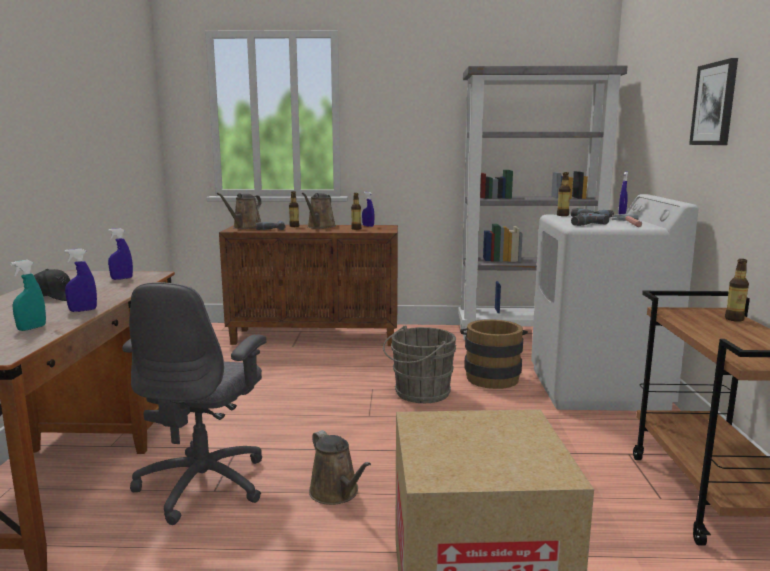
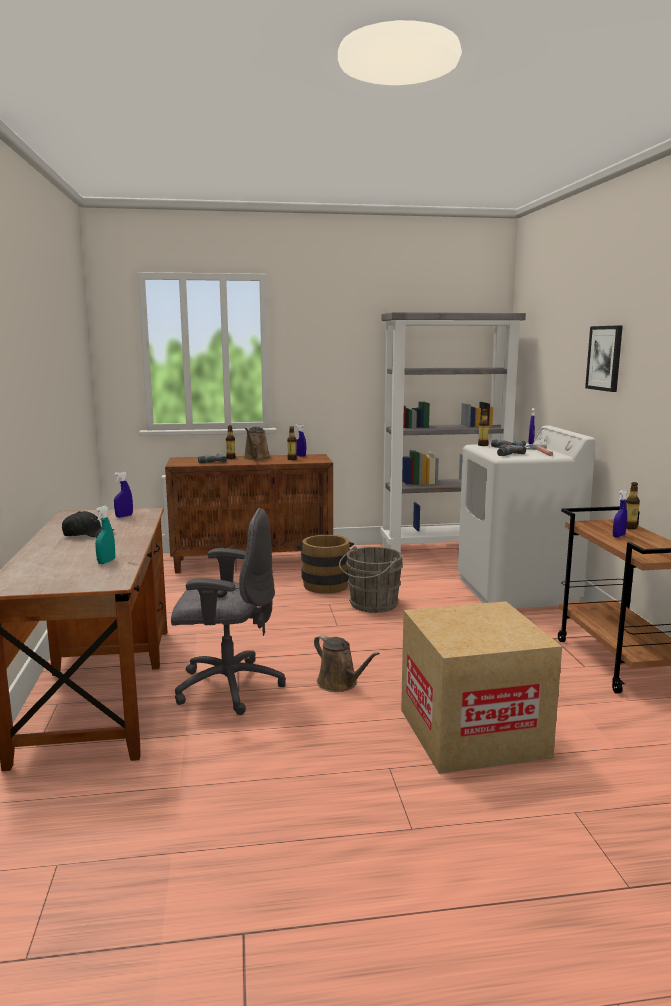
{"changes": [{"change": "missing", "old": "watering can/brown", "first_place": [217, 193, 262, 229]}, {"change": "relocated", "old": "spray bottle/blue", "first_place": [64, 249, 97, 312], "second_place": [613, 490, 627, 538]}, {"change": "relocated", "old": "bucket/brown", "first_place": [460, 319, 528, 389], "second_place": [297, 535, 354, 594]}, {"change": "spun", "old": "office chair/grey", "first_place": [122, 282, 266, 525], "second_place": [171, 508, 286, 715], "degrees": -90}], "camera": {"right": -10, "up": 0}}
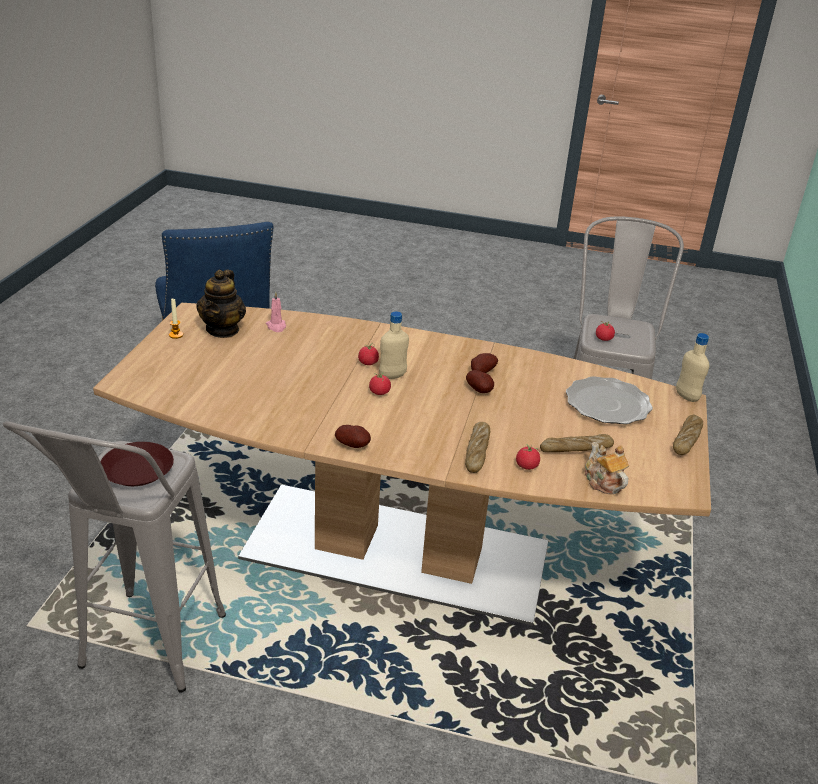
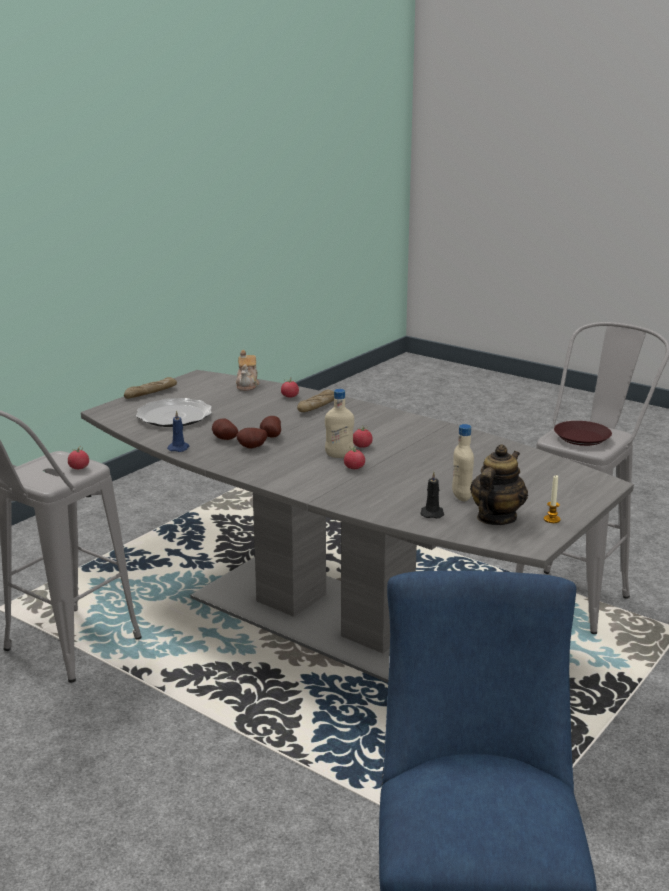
{"changes": [{"change": "missing", "old": "bread", "first_place": [540, 434, 614, 452]}, {"change": "appeared", "new": "candle/blue", "second_place": [167, 410, 189, 452]}, {"change": "relocated", "old": "potato", "first_place": [335, 425, 371, 448], "second_place": [212, 418, 238, 440]}, {"change": "relocated", "old": "bottle/beige", "first_place": [676, 333, 709, 402], "second_place": [452, 424, 474, 502]}, {"change": "colour", "old": "dining table/brown", "new": "dining table/grey", "first_place": [93, 303, 711, 625], "second_place": [81, 370, 634, 683]}, {"change": "colour", "old": "candle/pink", "new": "candle/black", "first_place": [266, 292, 286, 332], "second_place": [420, 472, 444, 518]}], "camera": {"right": -155, "up": -10}}
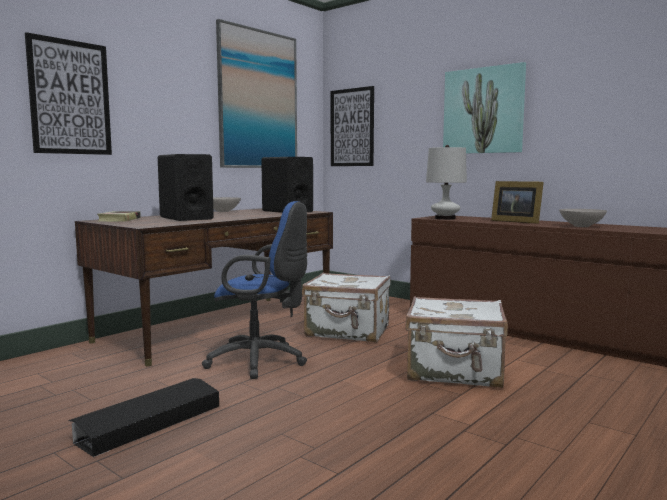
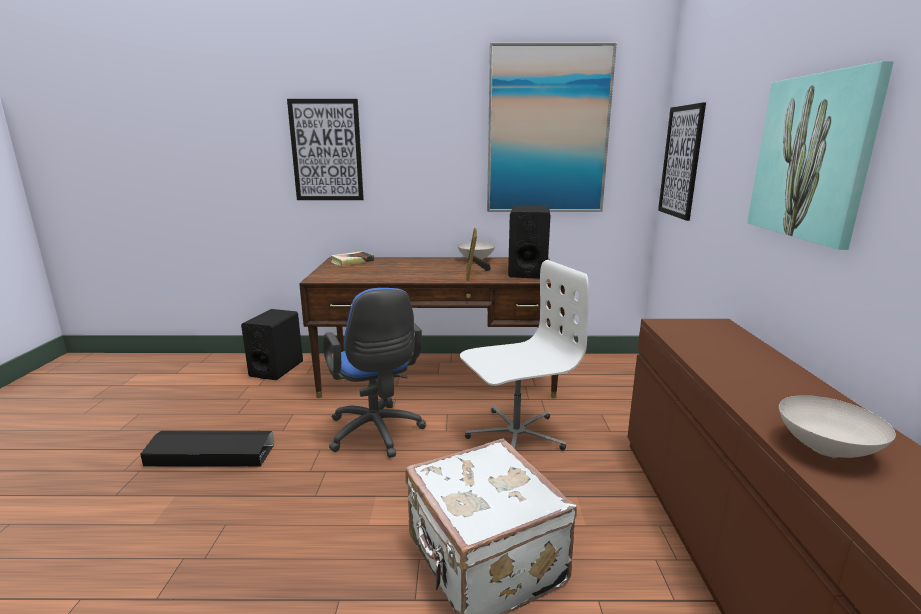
{"changes": [{"change": "missing", "old": "table lamp/white", "first_place": [426, 145, 467, 220]}, {"change": "relocated", "old": "speaker/black", "first_place": [158, 154, 214, 221], "second_place": [241, 309, 303, 380]}, {"change": "relocated", "old": "picture frame", "first_place": [491, 181, 544, 224], "second_place": [466, 228, 491, 281]}, {"change": "exchanged", "old": "suitcase/white", "new": "office chair/white", "first_place": [302, 272, 390, 342], "second_place": [460, 260, 589, 451]}], "camera": {"right": 50, "up": 10}}
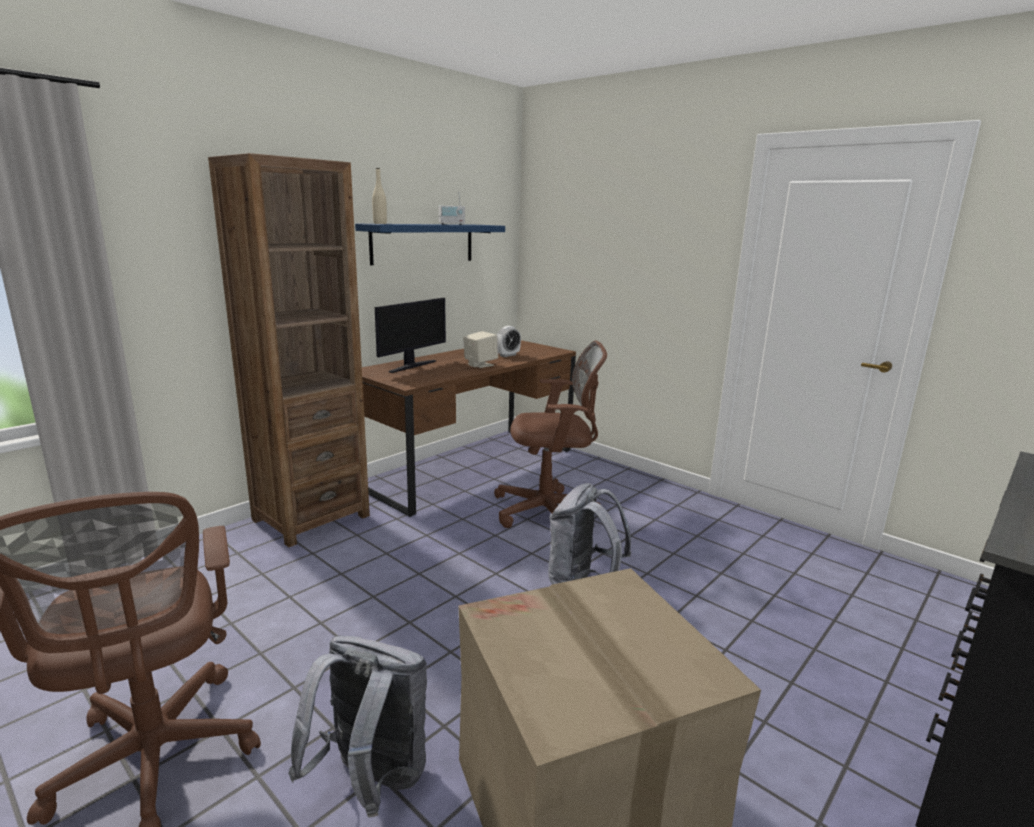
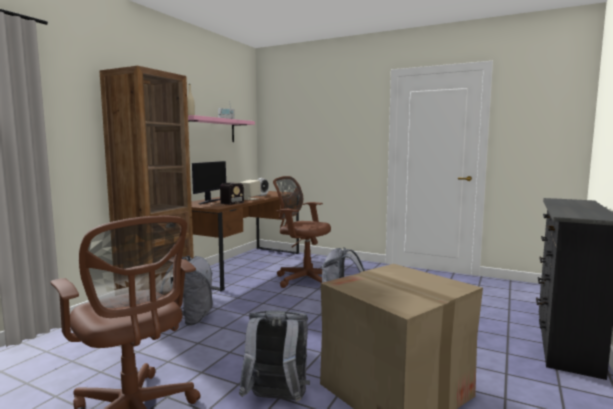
{"changes": [{"change": "appeared", "new": "backpack/grey", "second_place": [165, 256, 213, 326]}, {"change": "appeared", "new": "radio", "second_place": [212, 182, 244, 206]}, {"change": "colour", "old": "shelf/blue", "new": "shelf/pink", "first_place": [355, 224, 505, 265], "second_place": [188, 115, 255, 142]}, {"change": "spun", "old": "office chair/brown", "first_place": [494, 340, 607, 528], "second_place": [273, 176, 331, 288], "degrees": -135}], "camera": {"right": -15, "up": -10}}
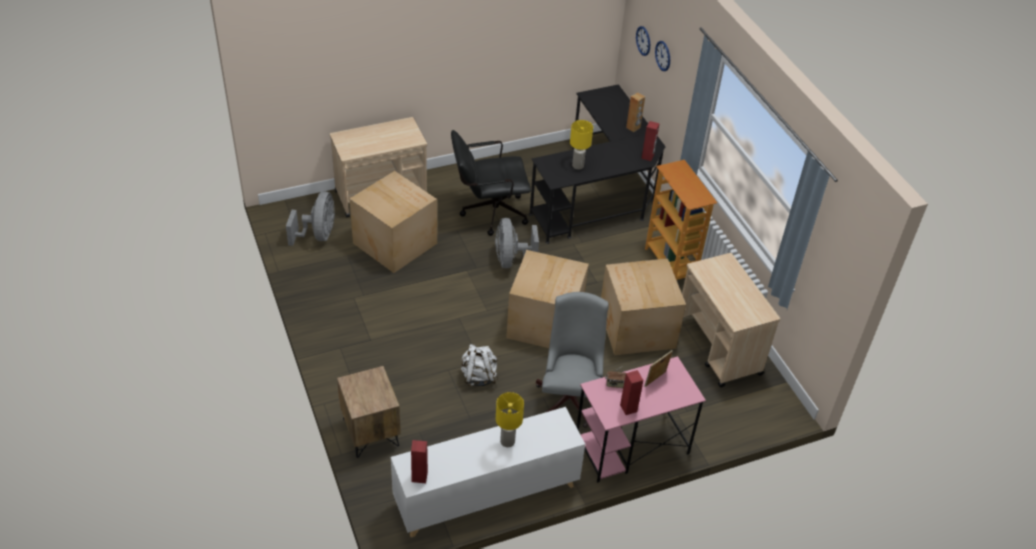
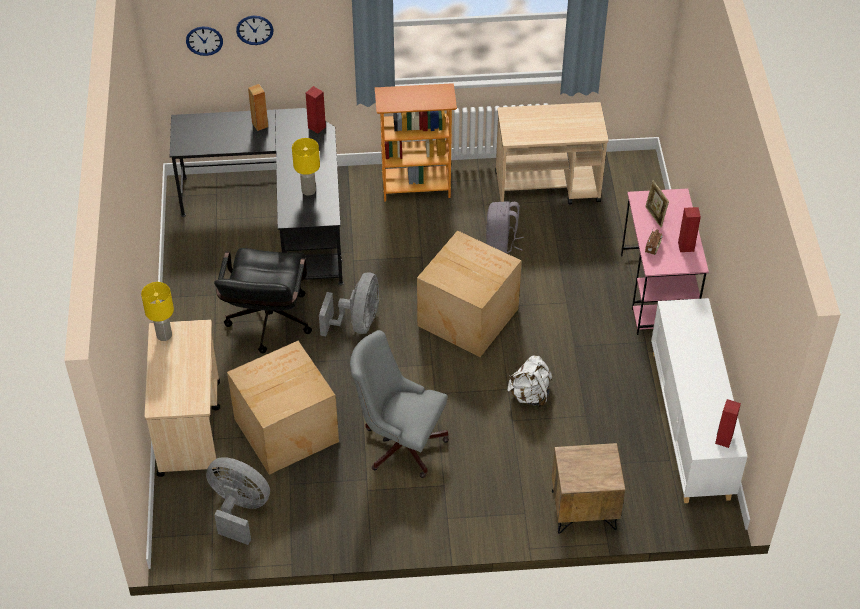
{"changes": [{"change": "relocated", "old": "table lamp/yellow", "first_place": [496, 392, 524, 447], "second_place": [141, 282, 174, 341]}, {"change": "relocated", "old": "office chair/grey", "first_place": [536, 292, 609, 428], "second_place": [350, 330, 449, 478]}, {"change": "exchanged", "old": "cardboard box", "new": "backpack/grey", "first_place": [601, 258, 686, 355], "second_place": [486, 201, 524, 254]}, {"change": "spun", "old": "fan/grey", "first_place": [495, 218, 539, 268], "second_place": [319, 272, 379, 336], "degrees": -90}], "camera": {"right": -70, "up": 5}}
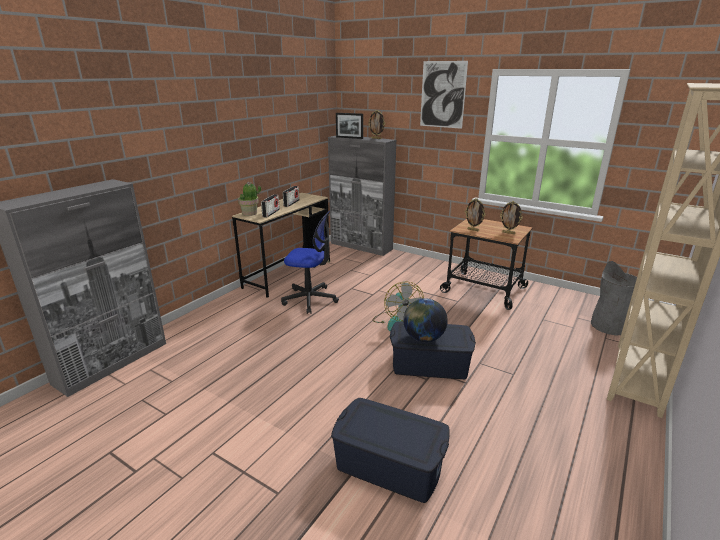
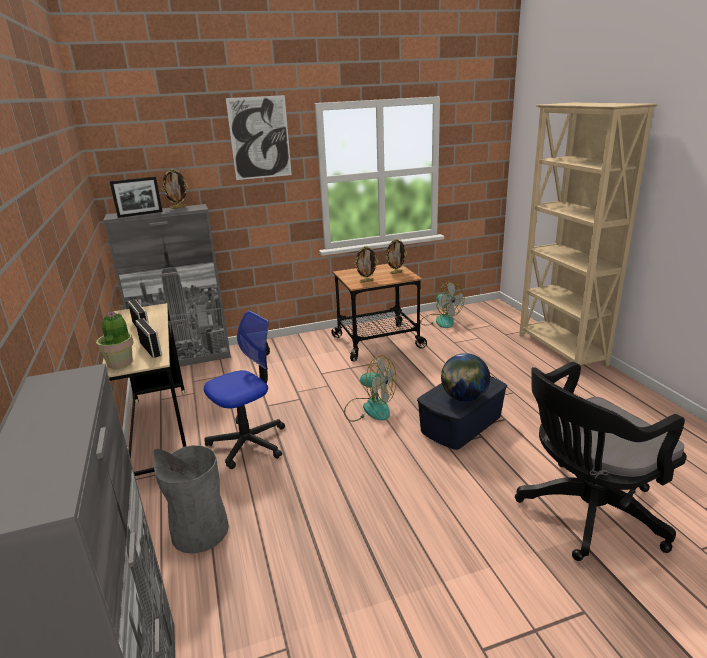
{"changes": [{"change": "appeared", "new": "fan", "second_place": [420, 281, 465, 328]}, {"change": "relocated", "old": "trash can/grey", "first_place": [591, 261, 637, 335], "second_place": [154, 445, 229, 554]}, {"change": "exchanged", "old": "storage box/blue", "new": "office chair/black", "first_place": [331, 398, 450, 503], "second_place": [515, 362, 686, 561]}], "camera": {"right": -50, "up": 0}}
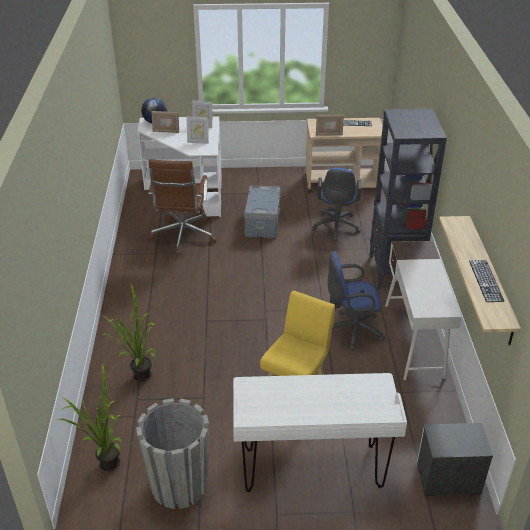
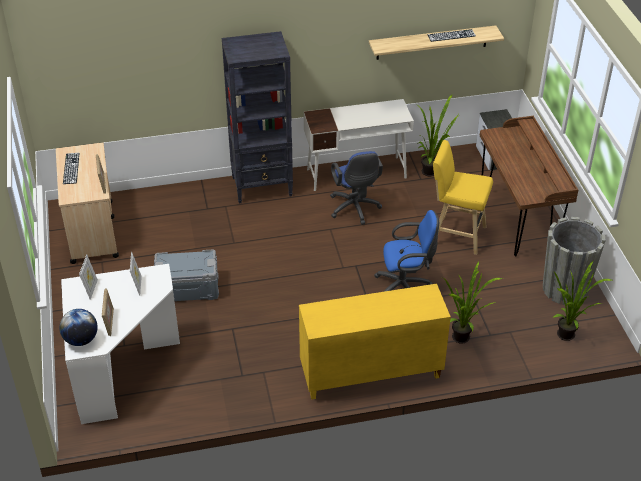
{"changes": [{"change": "missing", "old": "office chair/brown", "first_place": [148, 159, 216, 255]}, {"change": "appeared", "new": "cabinet/yellow", "second_place": [299, 284, 451, 400]}, {"change": "appeared", "new": "potted plant", "second_place": [417, 94, 460, 176]}, {"change": "relocated", "old": "office chair/blue", "first_place": [312, 168, 361, 241], "second_place": [374, 210, 439, 292]}, {"change": "colour", "old": "desk/white", "new": "desk/brown", "first_place": [233, 373, 407, 492], "second_place": [480, 116, 578, 257]}], "camera": {"right": -100, "up": 5}}
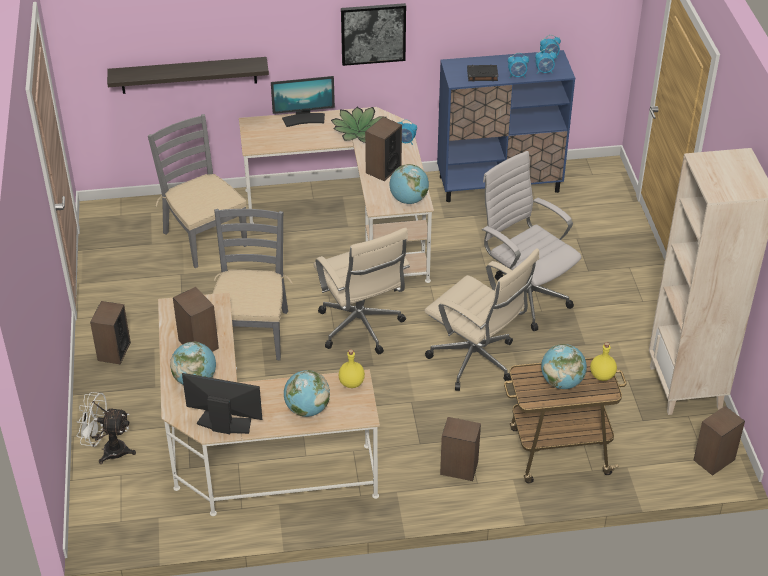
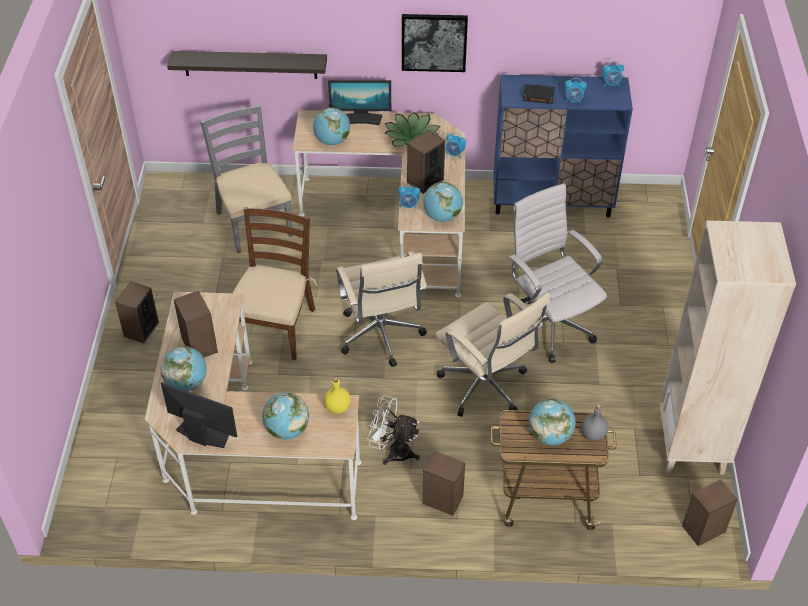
{"changes": [{"change": "appeared", "new": "globe", "second_place": [313, 108, 350, 145]}, {"change": "relocated", "old": "fan/white", "first_place": [76, 392, 136, 464], "second_place": [367, 395, 420, 465]}, {"change": "relocated", "old": "alarm clock", "first_place": [535, 49, 557, 74], "second_place": [398, 184, 420, 209]}, {"change": "colour", "old": "chair/grey", "new": "chair/brown", "first_place": [213, 209, 292, 360], "second_place": [233, 207, 318, 360]}, {"change": "colour", "old": "bottle/yellow", "new": "bottle/grey", "first_place": [590, 342, 617, 381], "second_place": [581, 404, 608, 441]}], "camera": {"right": 10, "up": 5}}
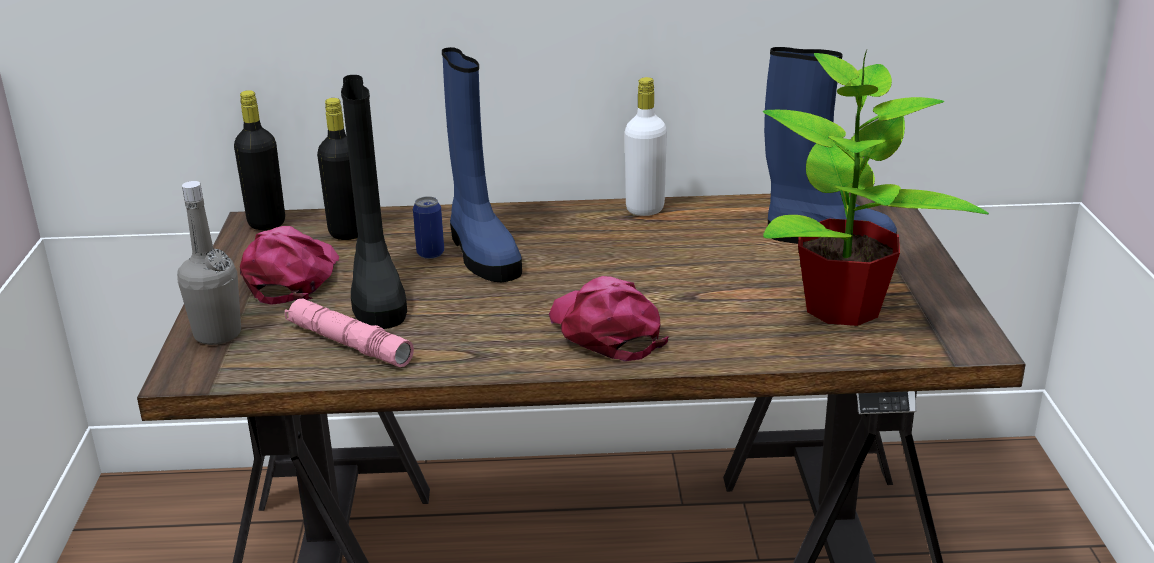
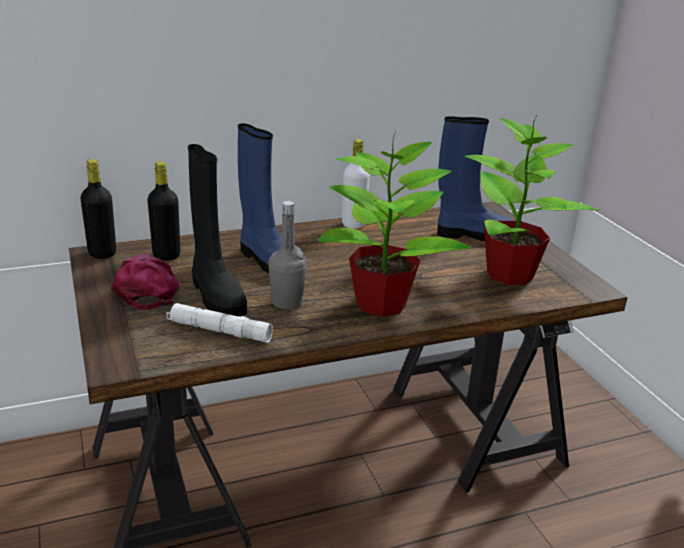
{"changes": [{"change": "missing", "old": "can", "first_place": [413, 196, 444, 259]}, {"change": "relocated", "old": "bottle/grey", "first_place": [177, 181, 241, 345], "second_place": [268, 201, 307, 310]}, {"change": "exchanged", "old": "cap/pink", "new": "potted plant", "first_place": [549, 276, 669, 361], "second_place": [318, 131, 470, 317]}, {"change": "colour", "old": "flashlight/pink", "new": "flashlight/white", "first_place": [285, 298, 414, 367], "second_place": [166, 303, 273, 343]}], "camera": {"right": -20, "up": 0}}
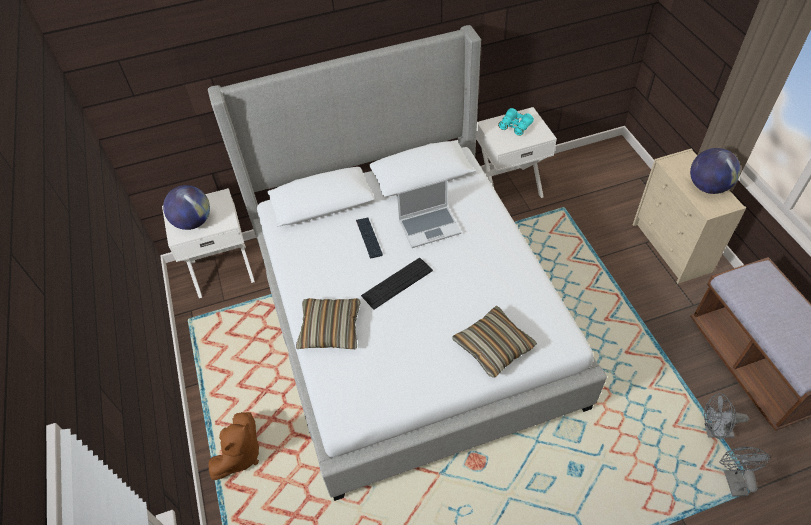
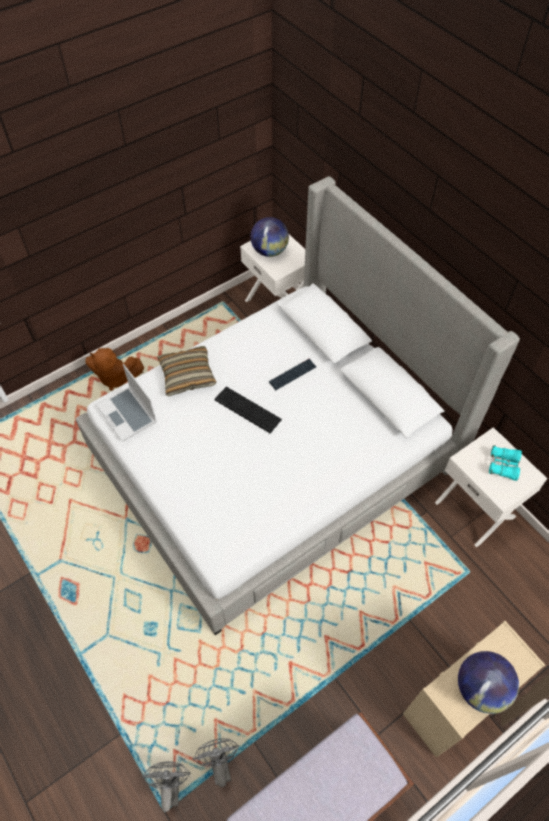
{"changes": [{"change": "missing", "old": "pillow", "first_place": [452, 306, 537, 378]}, {"change": "relocated", "old": "laptop", "first_place": [397, 179, 461, 248], "second_place": [97, 364, 157, 442]}, {"change": "spun", "old": "fan/grey", "first_place": [719, 447, 771, 497], "second_place": [142, 762, 191, 812], "degrees": -75}], "camera": {"right": 70, "up": 5}}
